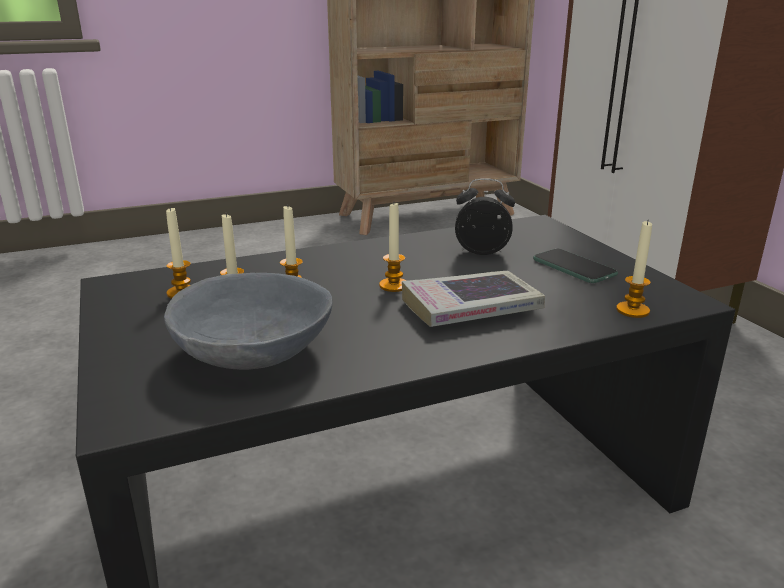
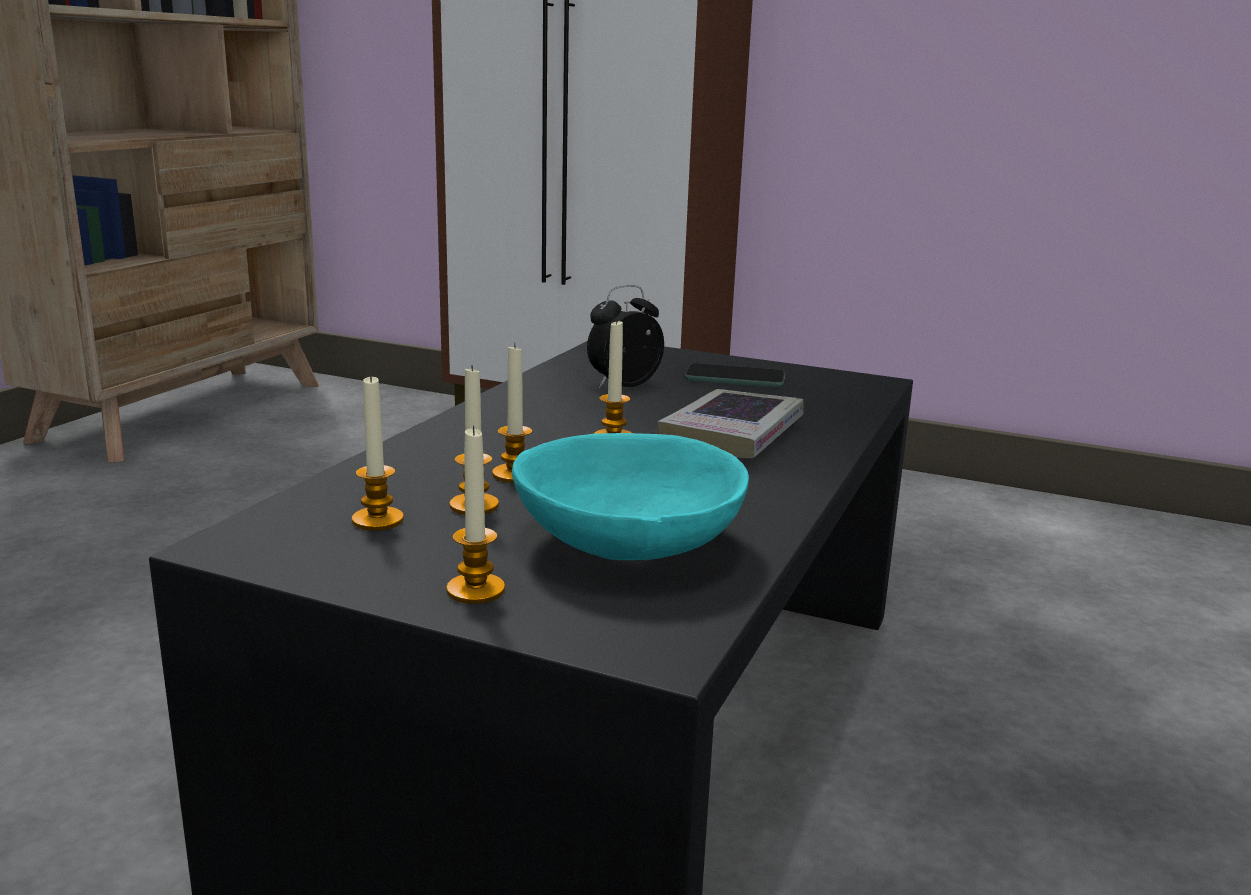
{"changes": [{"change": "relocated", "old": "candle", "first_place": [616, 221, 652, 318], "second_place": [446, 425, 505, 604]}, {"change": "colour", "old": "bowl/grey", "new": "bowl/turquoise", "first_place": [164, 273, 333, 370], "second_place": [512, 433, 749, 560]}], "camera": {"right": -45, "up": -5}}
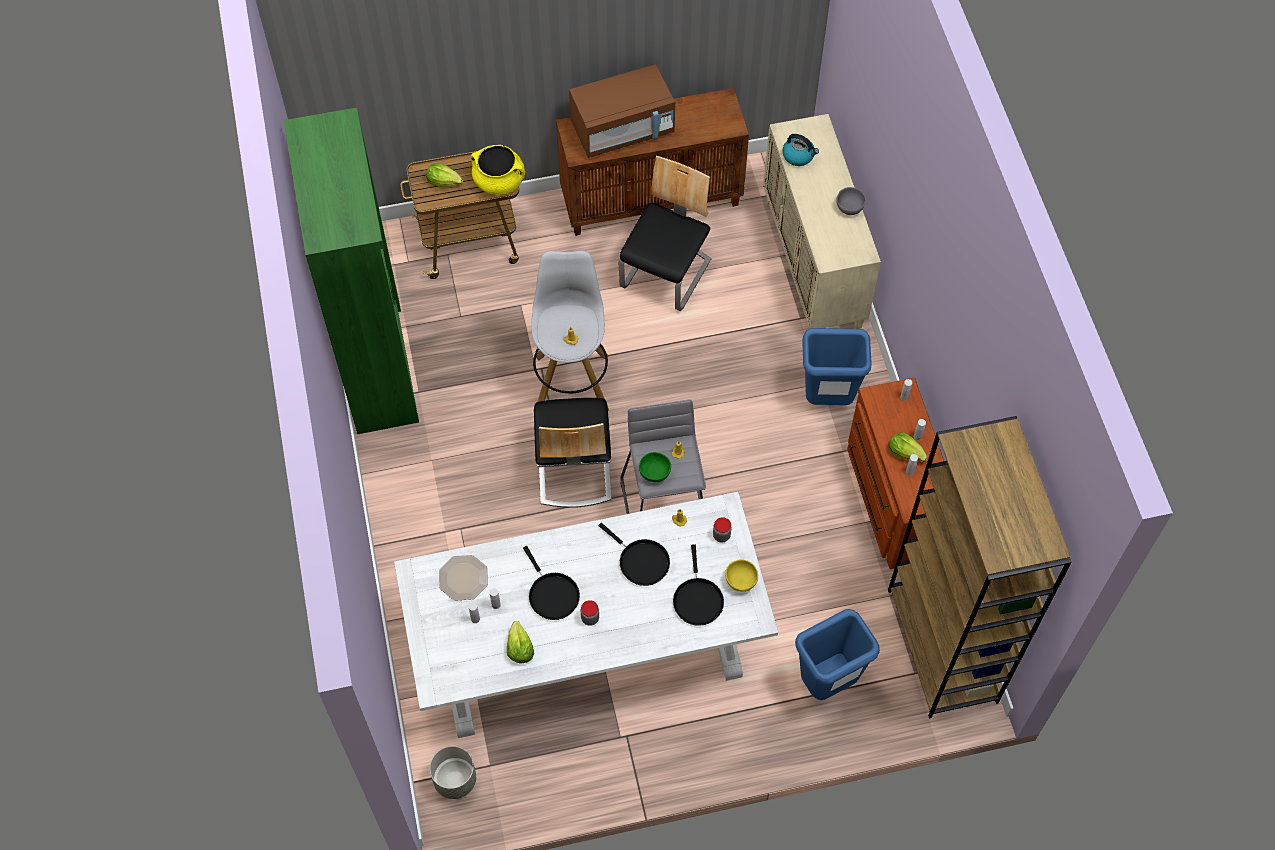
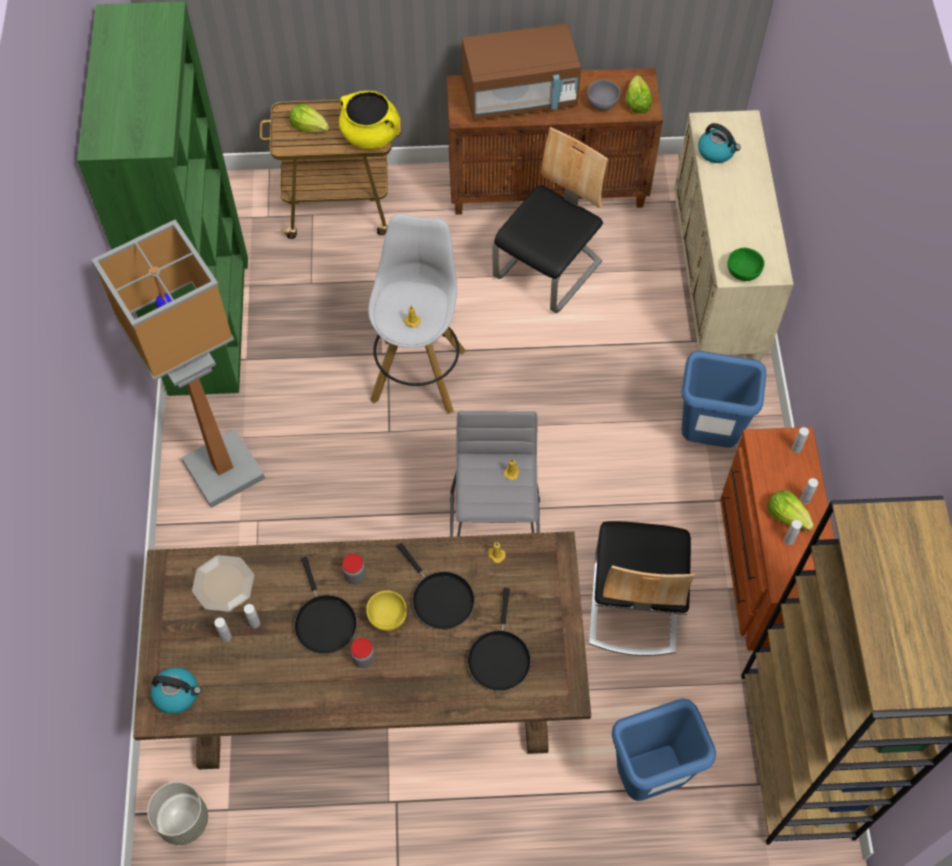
{"changes": [{"change": "appeared", "new": "floor lamp", "second_place": [91, 219, 265, 508]}, {"change": "appeared", "new": "kettle", "second_place": [150, 667, 201, 714]}, {"change": "relocated", "old": "lettuce", "first_place": [507, 621, 534, 663], "second_place": [625, 75, 652, 113]}, {"change": "relocated", "old": "chair", "first_place": [534, 398, 612, 508], "second_place": [589, 521, 695, 656]}, {"change": "relocated", "old": "bowl/green", "first_place": [639, 452, 671, 482], "second_place": [727, 248, 764, 281]}, {"change": "relocated", "old": "jar", "first_place": [713, 517, 731, 543], "second_place": [342, 554, 366, 584]}, {"change": "relocated", "old": "bowl/yellow", "first_place": [725, 559, 758, 592], "second_place": [366, 590, 407, 631]}, {"change": "relocated", "old": "bowl/grey", "first_place": [836, 187, 866, 215], "second_place": [587, 79, 620, 111]}, {"change": "colour", "old": "dining table/white", "new": "dining table/brown", "first_place": [394, 492, 778, 738], "second_place": [133, 531, 591, 770]}], "camera": {"right": 10, "up": 0}}
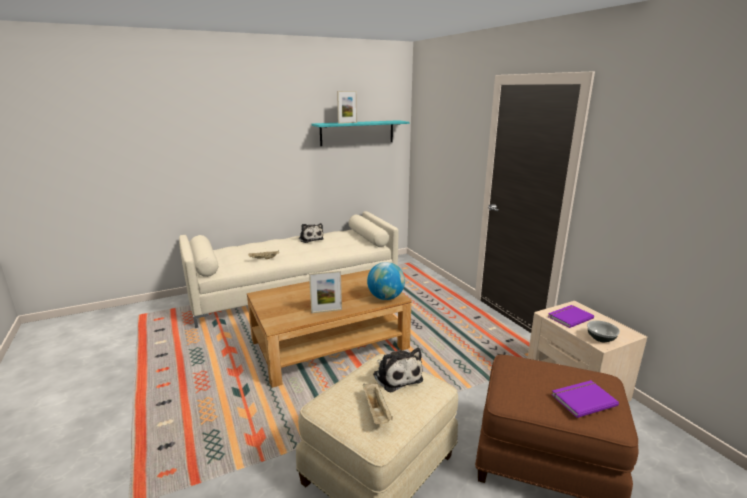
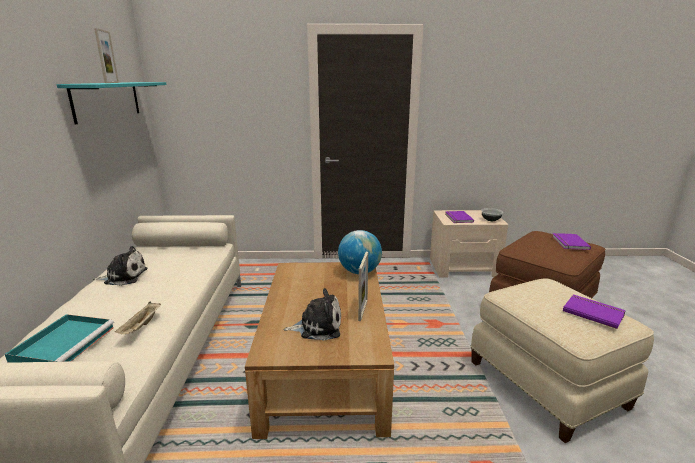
{"changes": [{"change": "appeared", "new": "tray/turquoise", "second_place": [5, 314, 114, 363]}, {"change": "relocated", "old": "plush toy", "first_place": [373, 348, 423, 392], "second_place": [284, 288, 341, 341]}, {"change": "exchanged", "old": "tray/beige", "new": "book/purple", "first_place": [363, 382, 392, 424], "second_place": [563, 294, 626, 329]}], "camera": {"right": -65, "up": 0}}
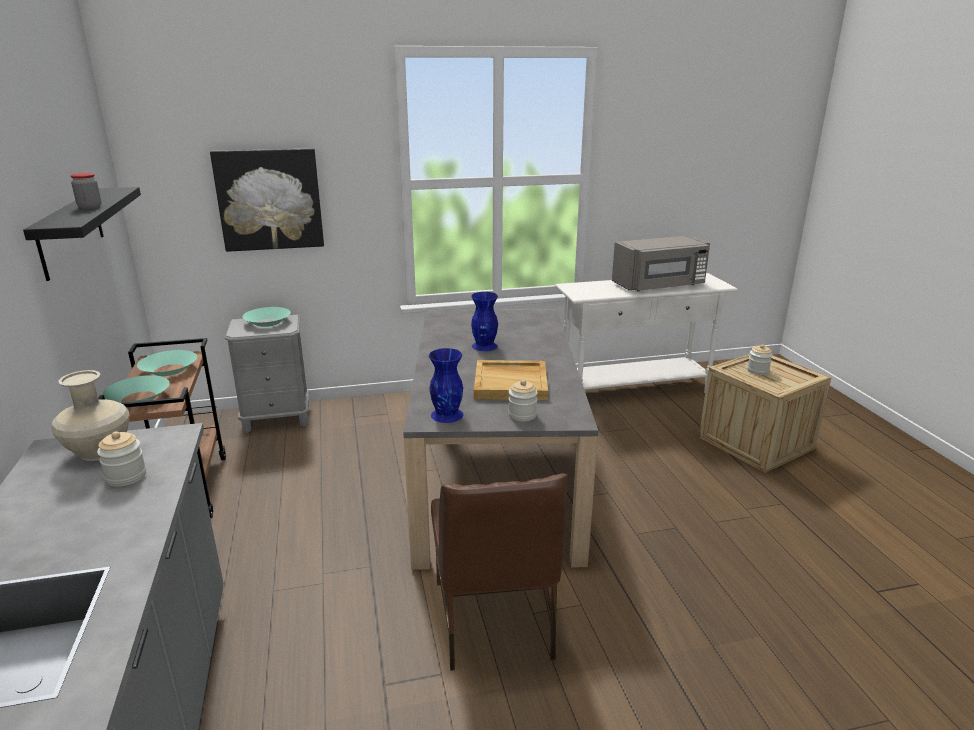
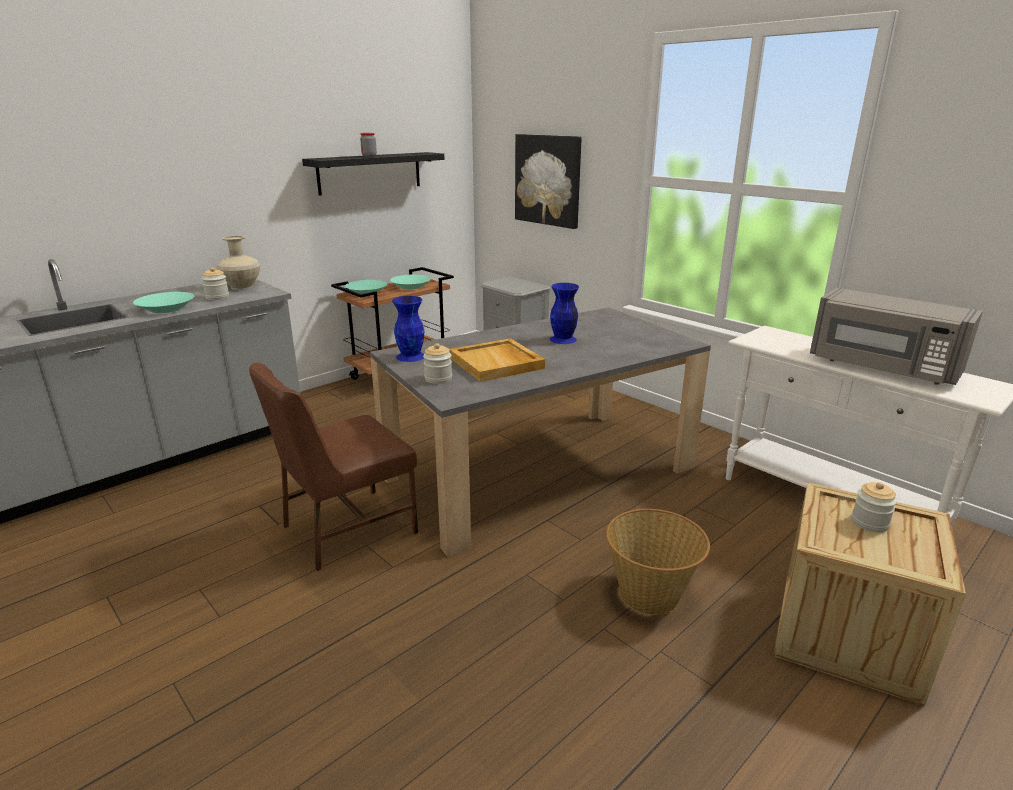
{"changes": [{"change": "appeared", "new": "basket", "second_place": [606, 509, 710, 615]}, {"change": "relocated", "old": "bowl/turquoise", "first_place": [242, 307, 291, 327], "second_place": [133, 292, 195, 313]}], "camera": {"right": 60, "up": 0}}
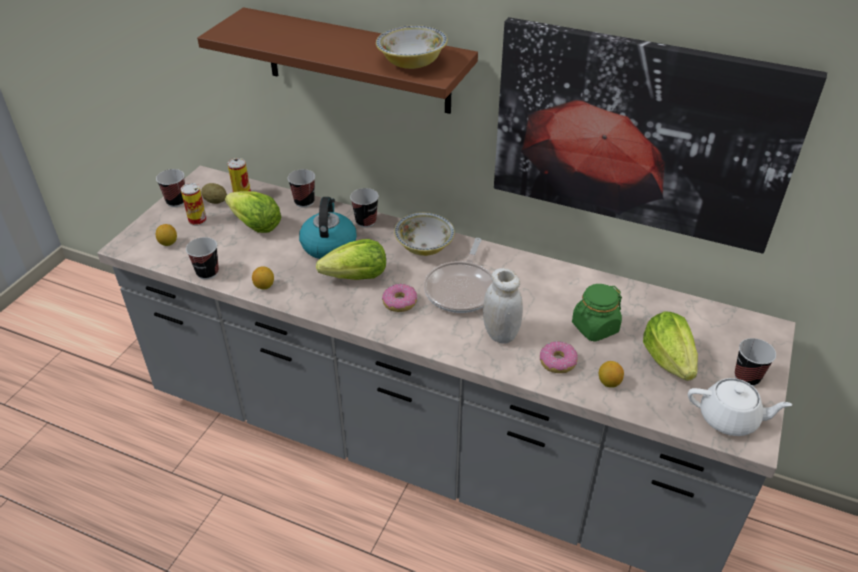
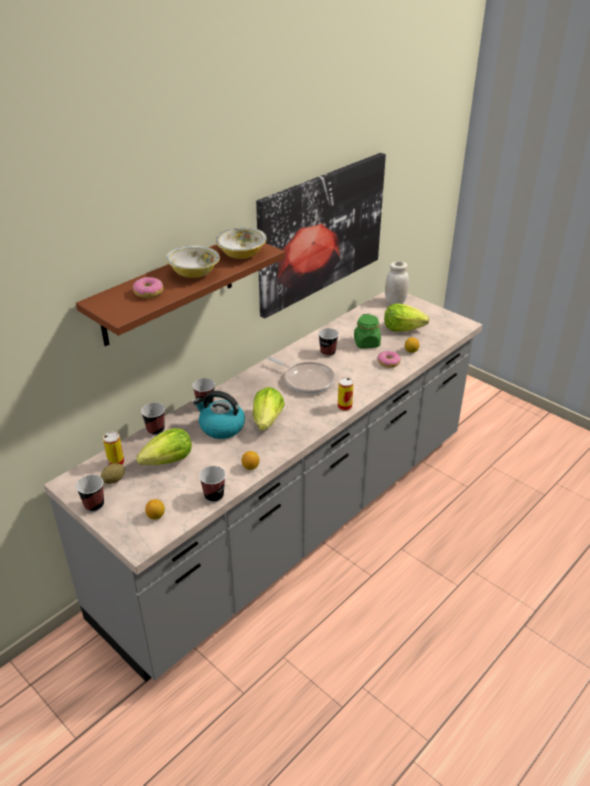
{"changes": [{"change": "missing", "old": "teapot/white", "first_place": [688, 378, 792, 436]}, {"change": "relocated", "old": "can", "first_place": [181, 183, 207, 226], "second_place": [338, 377, 354, 411]}, {"change": "relocated", "old": "donut", "first_place": [382, 284, 417, 312], "second_place": [133, 277, 163, 298]}, {"change": "relocated", "old": "bowl", "first_place": [394, 212, 455, 256], "second_place": [165, 246, 220, 278]}, {"change": "relocated", "old": "jar/white", "first_place": [483, 268, 523, 344], "second_place": [385, 261, 409, 305]}, {"change": "relocated", "old": "cup", "first_place": [735, 338, 776, 386], "second_place": [318, 328, 339, 357]}], "camera": {"right": -70, "up": -5}}
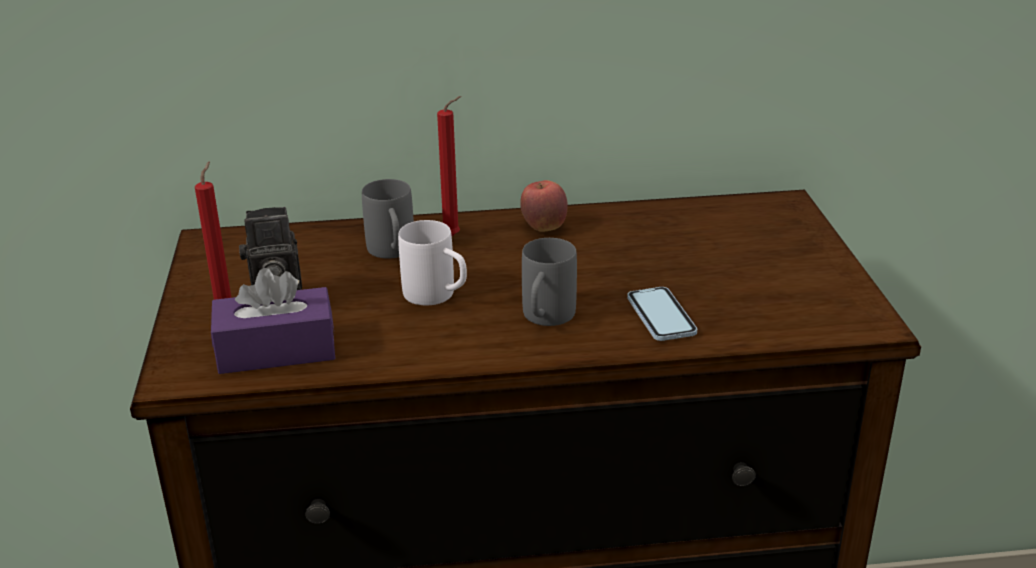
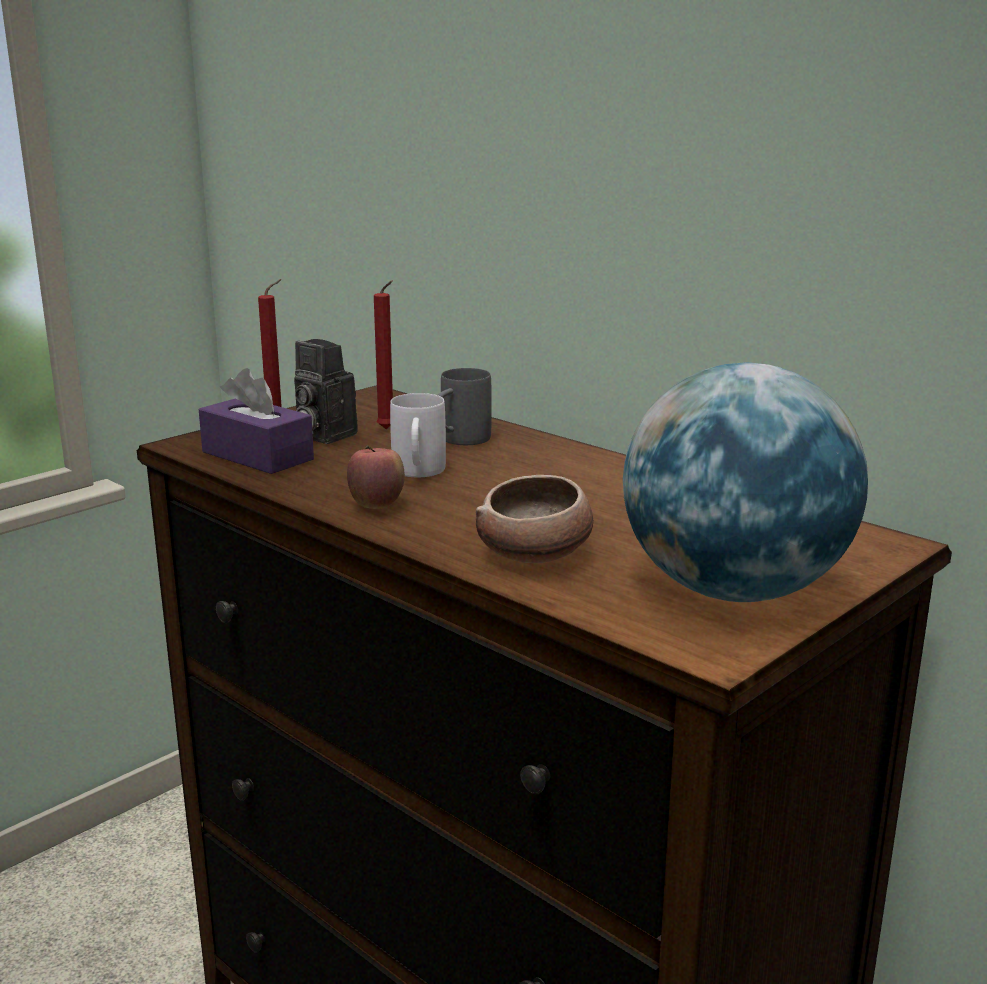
{"changes": [{"change": "missing", "old": "mug/grey", "first_place": [522, 238, 577, 326]}, {"change": "appeared", "new": "globe", "second_place": [623, 362, 868, 602]}, {"change": "relocated", "old": "candle/red", "first_place": [437, 96, 461, 236], "second_place": [374, 281, 393, 429]}, {"change": "relocated", "old": "apple", "first_place": [520, 180, 568, 232], "second_place": [347, 445, 405, 509]}, {"change": "exchanged", "old": "phone", "new": "bowl", "first_place": [627, 287, 697, 341], "second_place": [476, 475, 594, 563]}], "camera": {"right": 50, "up": -10}}
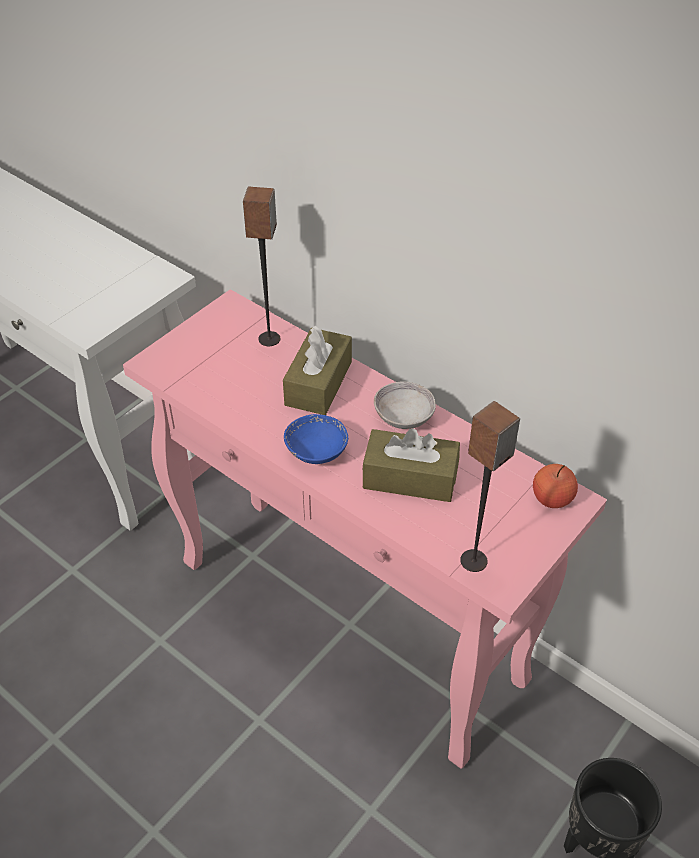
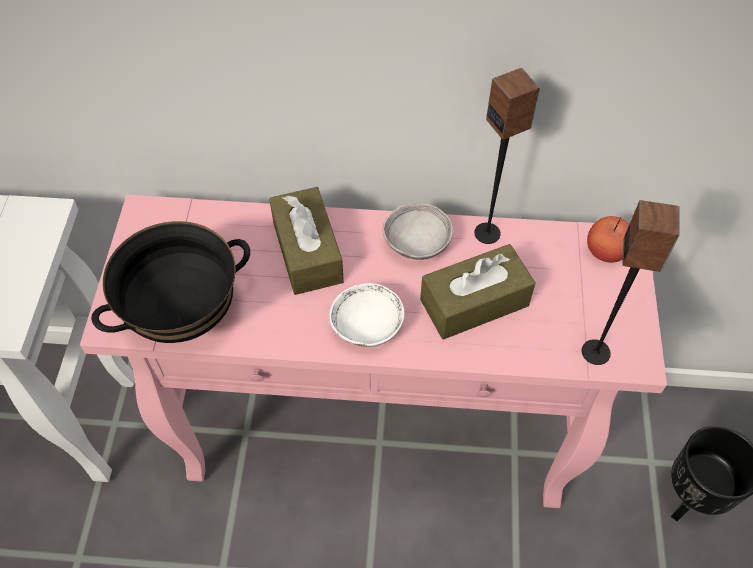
{"changes": [{"change": "appeared", "new": "bowl/black", "second_place": [91, 221, 250, 343]}, {"change": "relocated", "old": "speaker", "first_place": [243, 187, 281, 346], "second_place": [474, 68, 540, 244]}, {"change": "colour", "old": "bowl/blue", "new": "bowl/white", "first_place": [284, 414, 348, 464], "second_place": [329, 283, 404, 347]}], "camera": {"right": -35, "up": 10}}
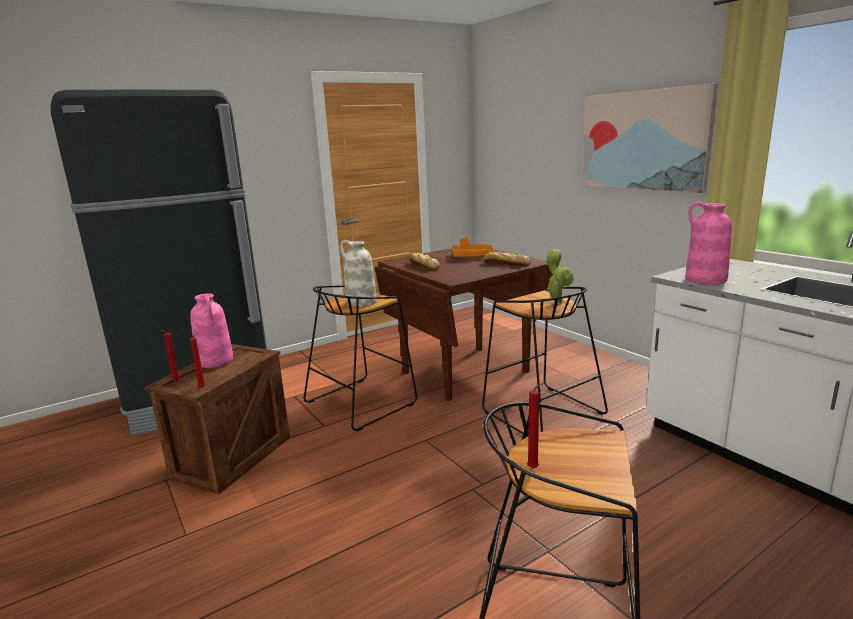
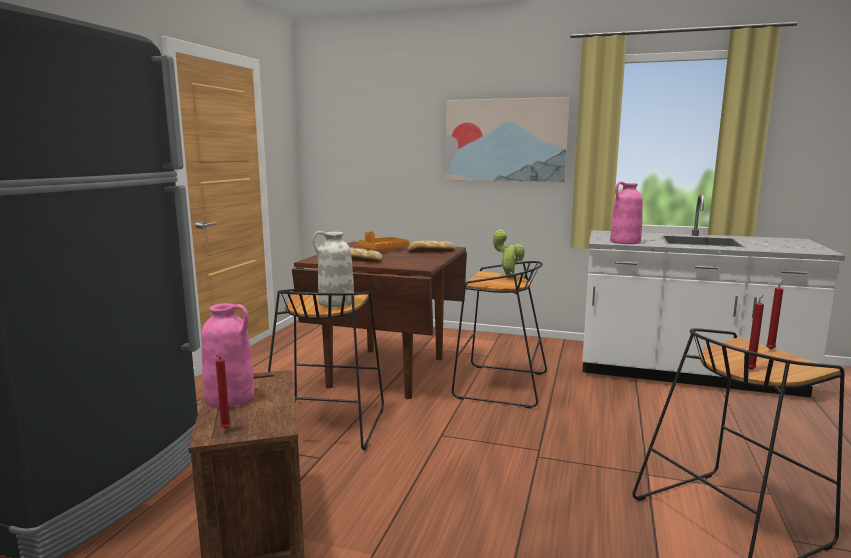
{"changes": [{"change": "relocated", "old": "candle/red", "first_place": [190, 333, 205, 387], "second_place": [766, 280, 784, 350]}], "camera": {"right": -40, "up": -5}}
